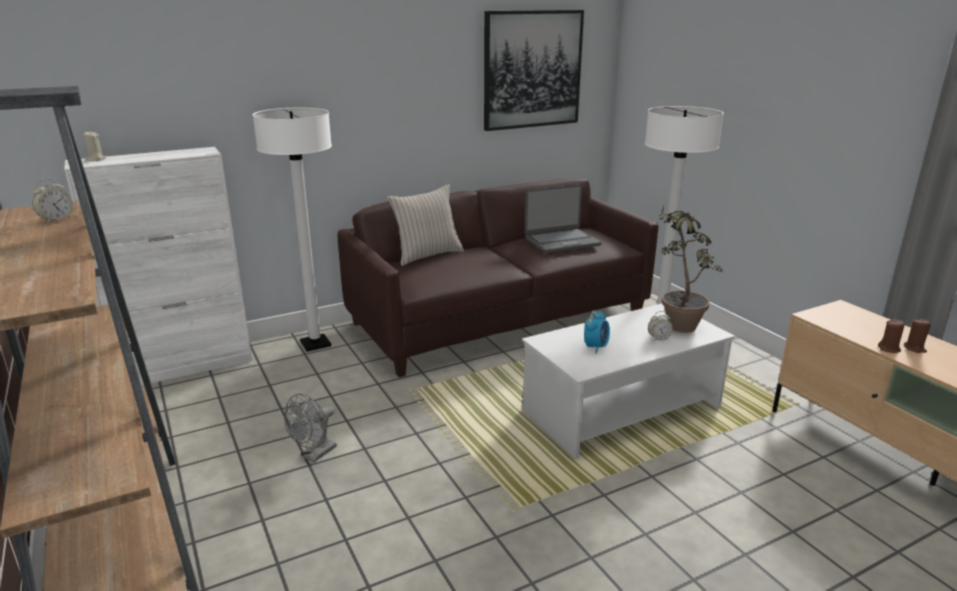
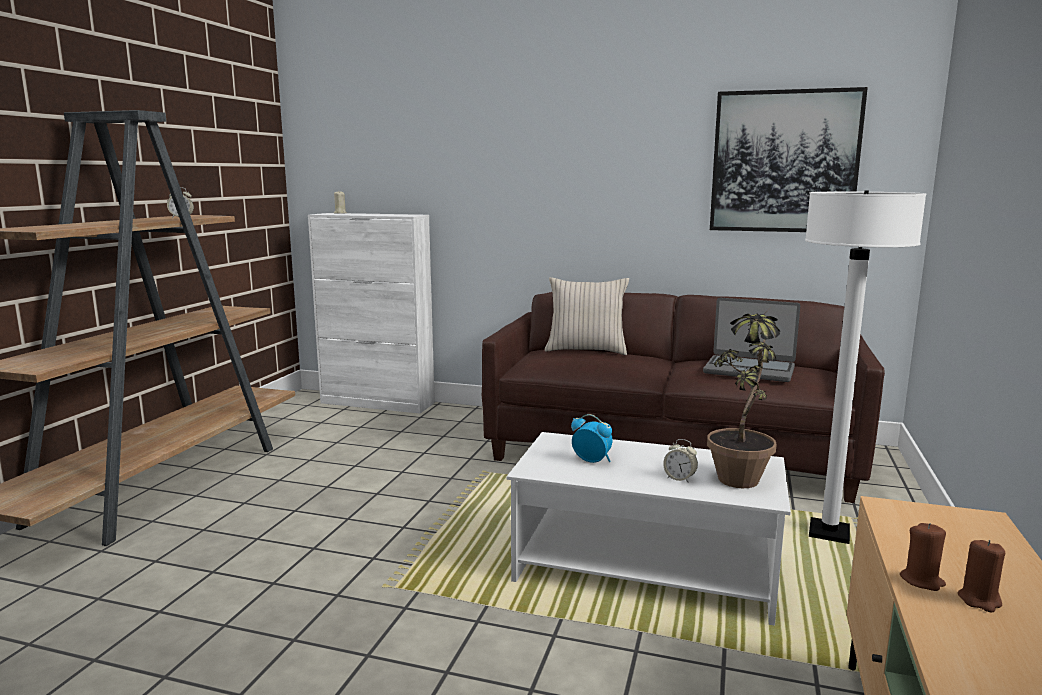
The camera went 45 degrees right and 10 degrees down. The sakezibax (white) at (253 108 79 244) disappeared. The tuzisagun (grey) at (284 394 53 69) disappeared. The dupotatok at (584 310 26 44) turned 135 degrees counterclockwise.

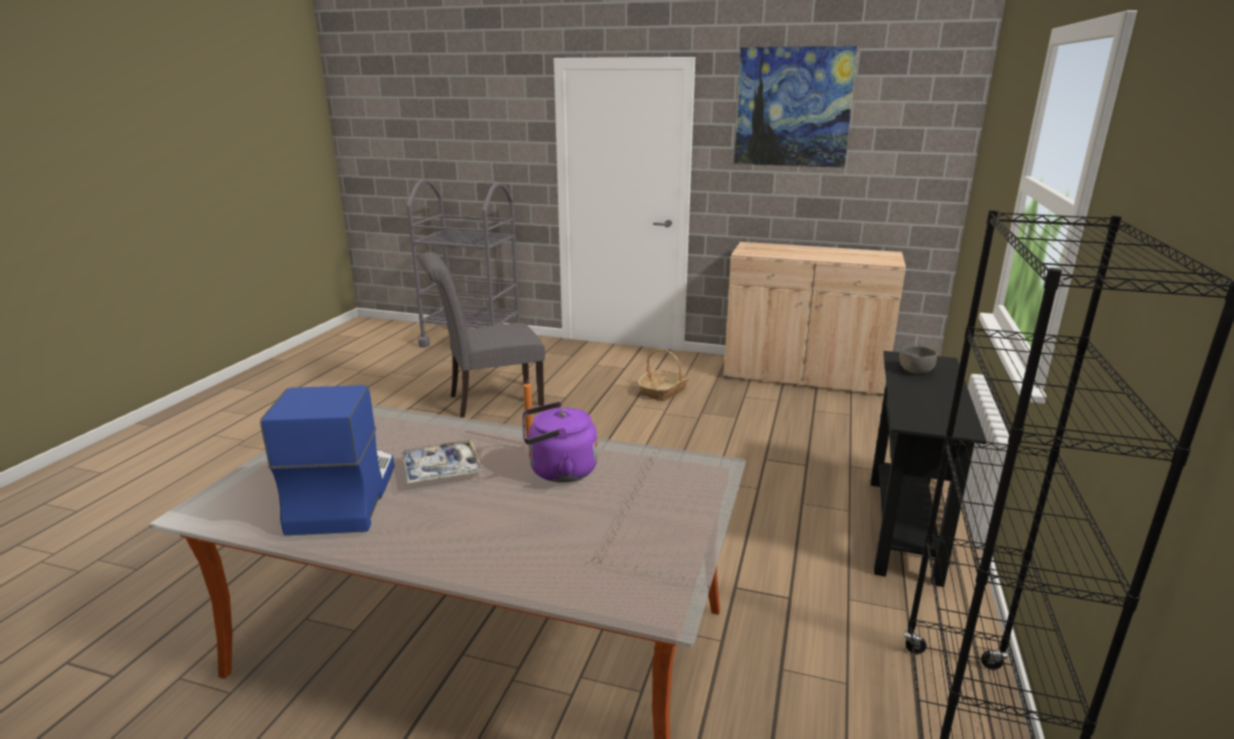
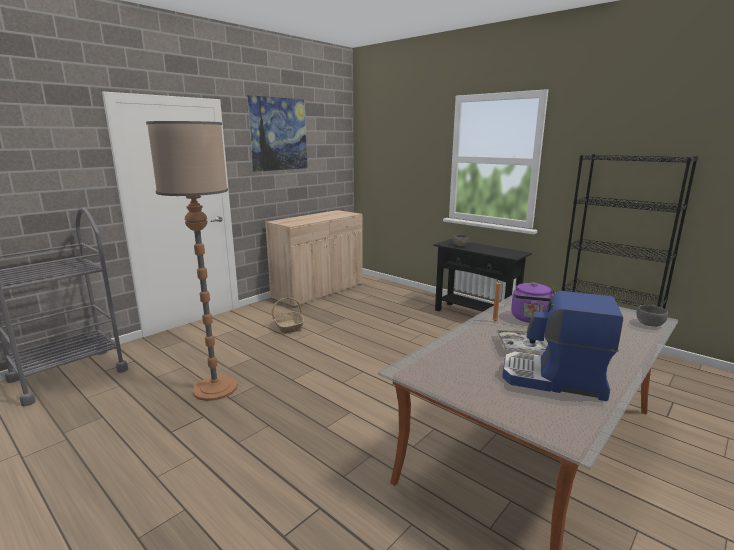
The camera went 65 degrees left and 5 degrees down. The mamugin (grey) at (636 305 32 22) appeared. The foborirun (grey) at (419 252 126 166) was replaced by the sakezibax at (146 121 92 280).

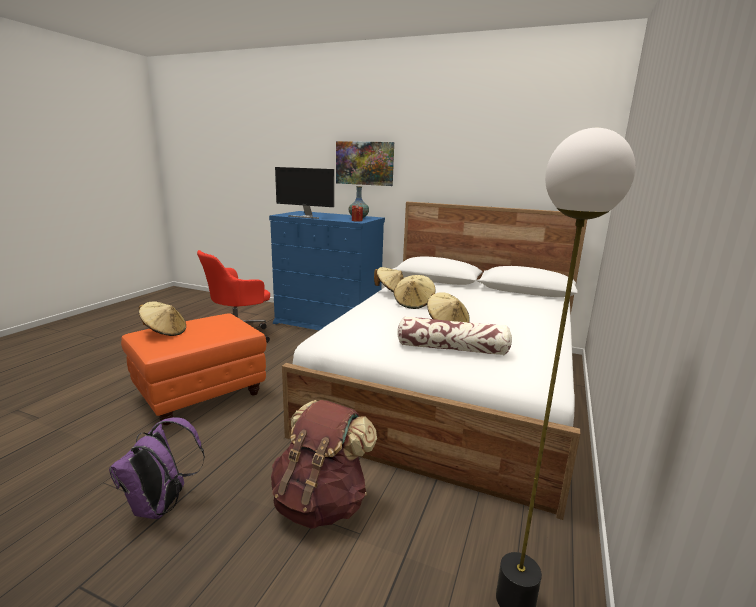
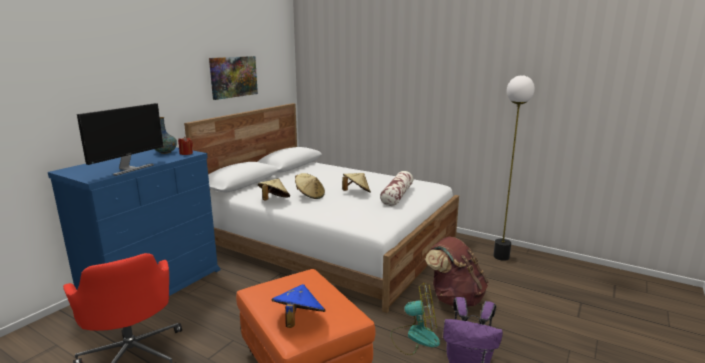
The camera went 80 degrees left and 0 degrees up. The tuzisagun at (391 282 49 73) appeared. The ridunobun moved from (336 141 58 45) to (209 56 49 44). The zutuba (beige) at (139 301 47 35) became the zutuba (blue) at (271 284 55 44).

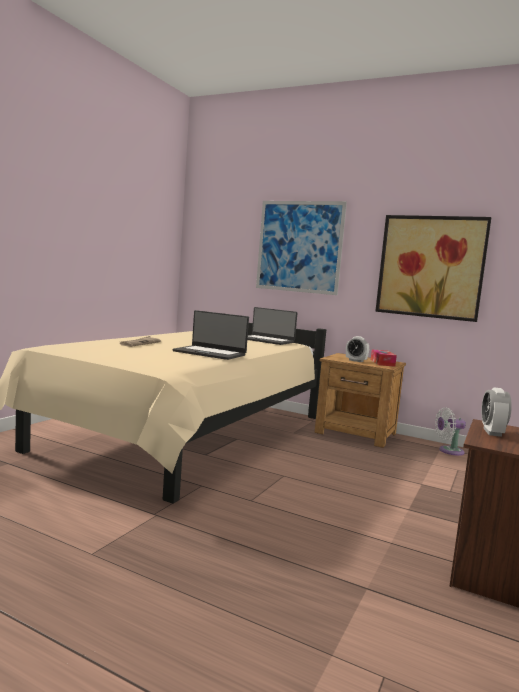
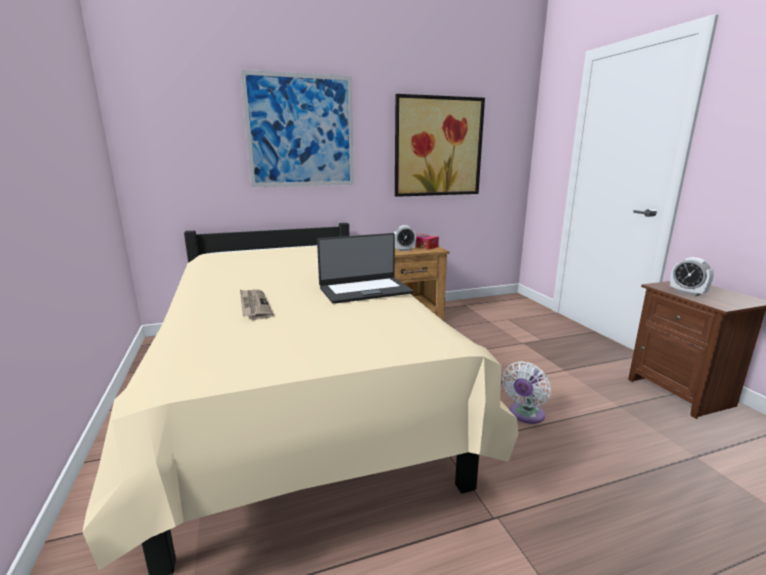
The camera went 45 degrees left and 10 degrees up. The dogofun at (247 307 50 38) disappeared. The tuzisagun (white) moved from (435 408 31 48) to (502 361 49 63).

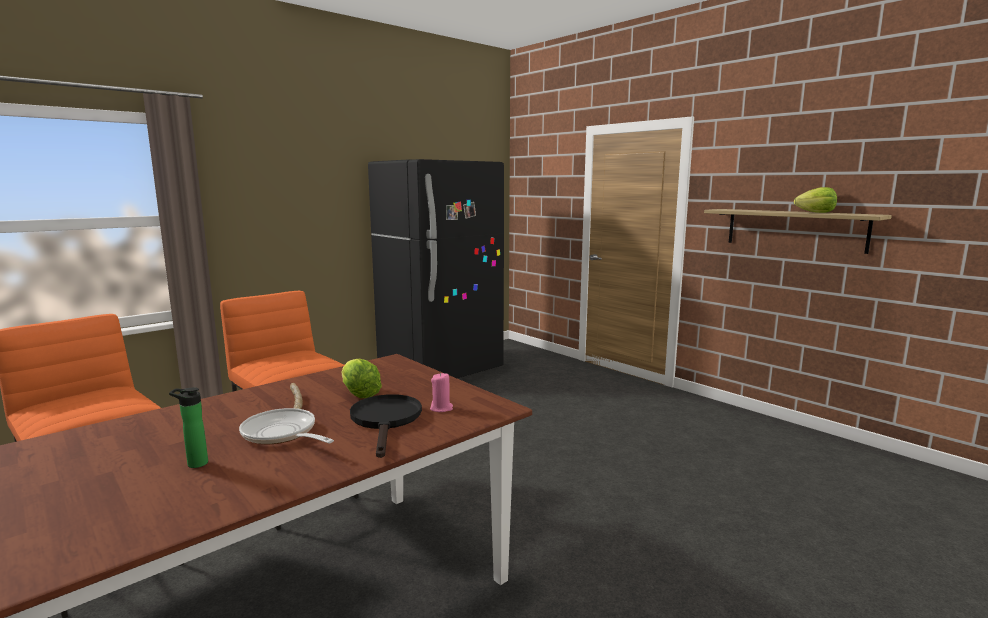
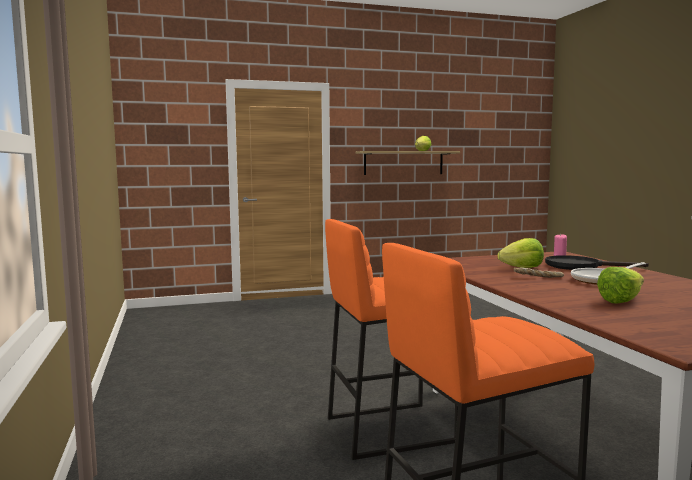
The camera went 65 degrees left and 5 degrees down. The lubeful at (169 387 39 81) disappeared. The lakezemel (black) at (368 159 136 219) disappeared. The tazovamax at (597 267 47 36) appeared.

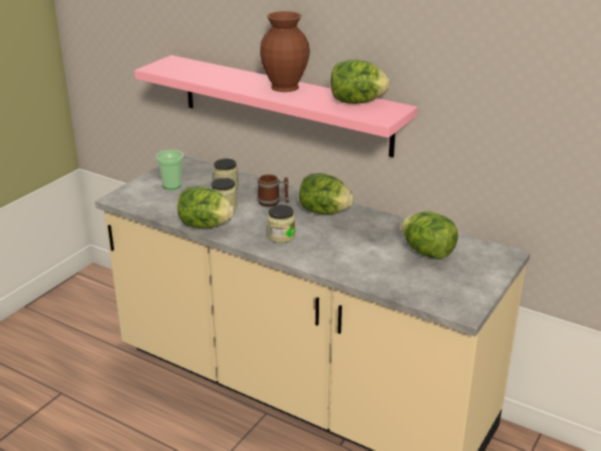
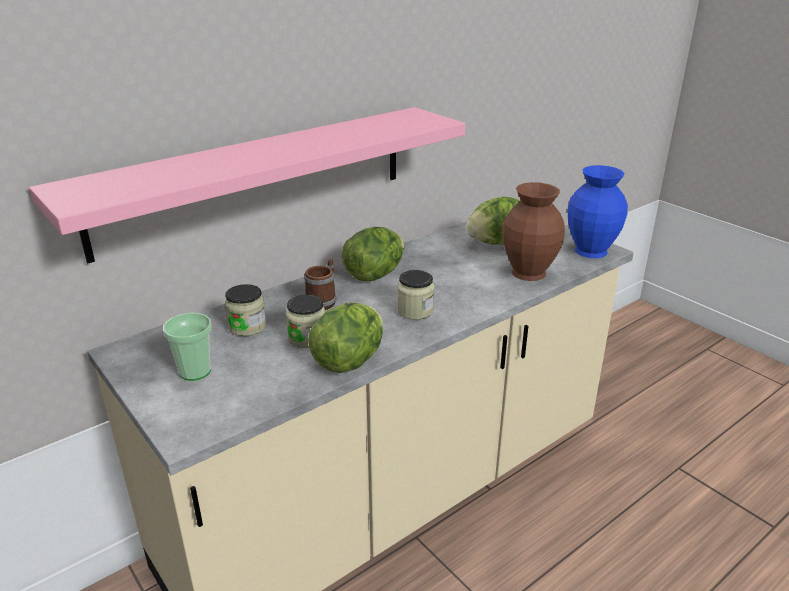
The camera went 70 degrees left and 0 degrees up. The tazovamax at (331 59 59 45) disappeared. The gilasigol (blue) at (568 165 60 93) appeared. The gilasigol (brown) moved from (260 11 50 81) to (502 182 62 99).

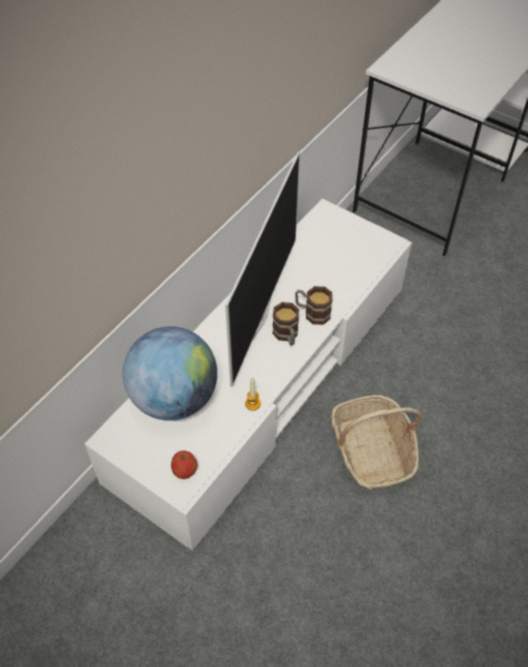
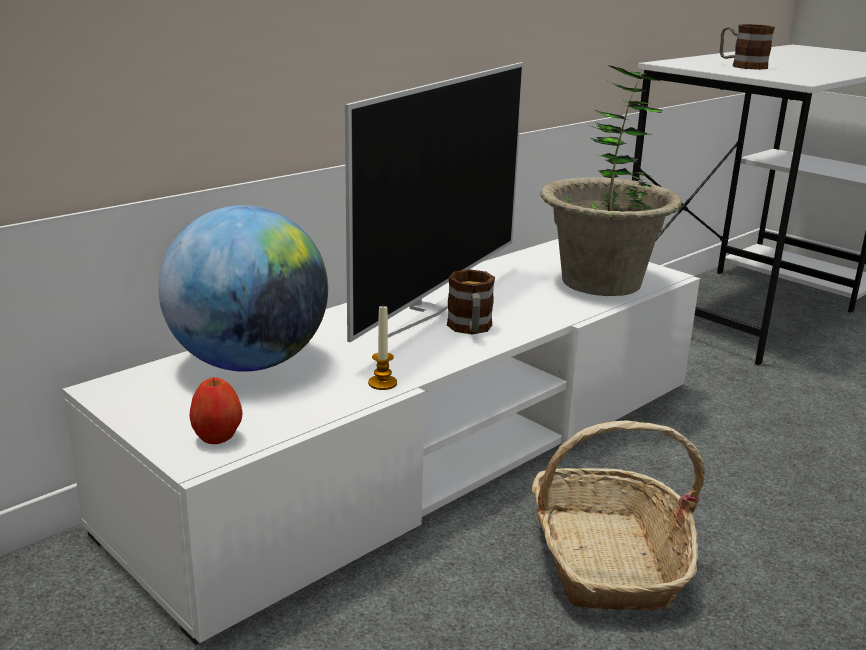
The camera went 10 degrees right and 30 degrees down. The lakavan at (540 66 142 230) appeared. The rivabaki moved from (295 286 38 39) to (720 24 55 46).

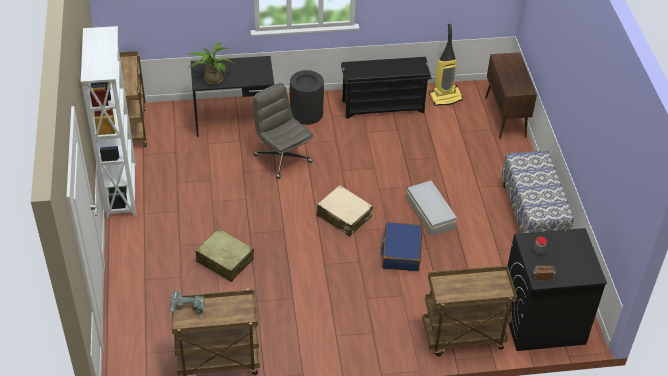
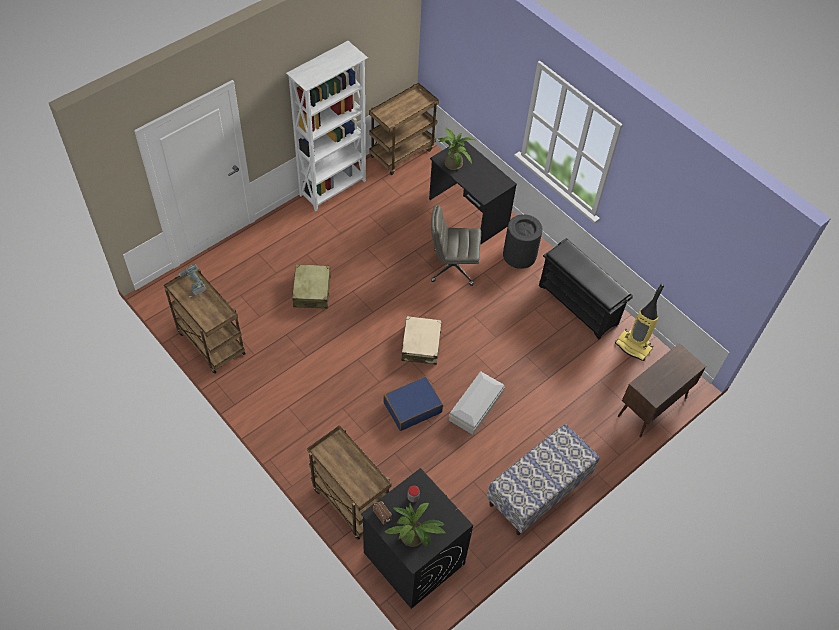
The camera went 55 degrees right and 10 degrees up. The lakavan at (384 503 62 44) appeared. The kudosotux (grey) at (253 83 60 96) turned 105 degrees counterclockwise.

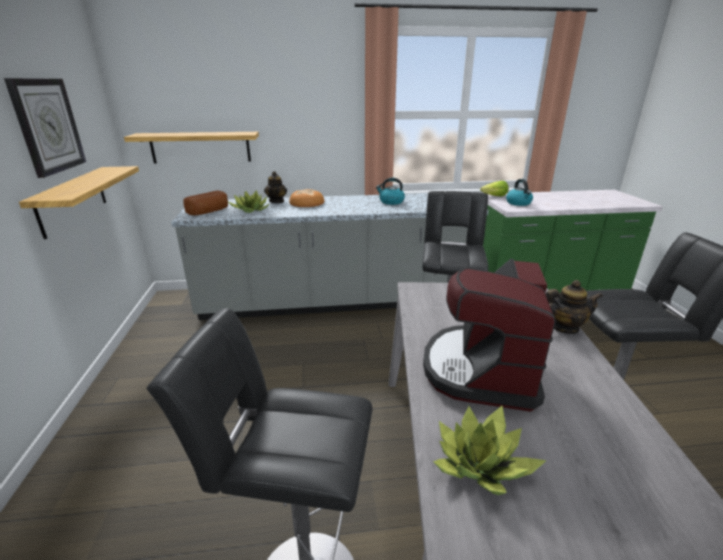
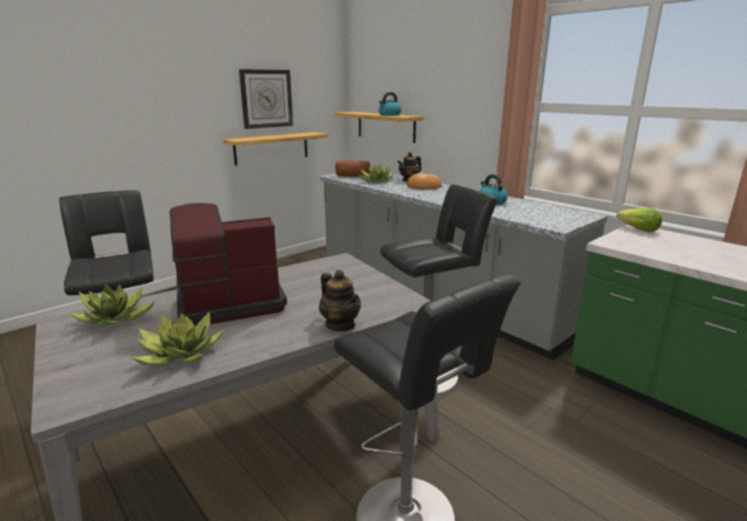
The camera went 55 degrees right and 5 degrees down. The lakavan at (130 311 94 55) appeared. The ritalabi moved from (506 179 27 27) to (378 92 23 24).

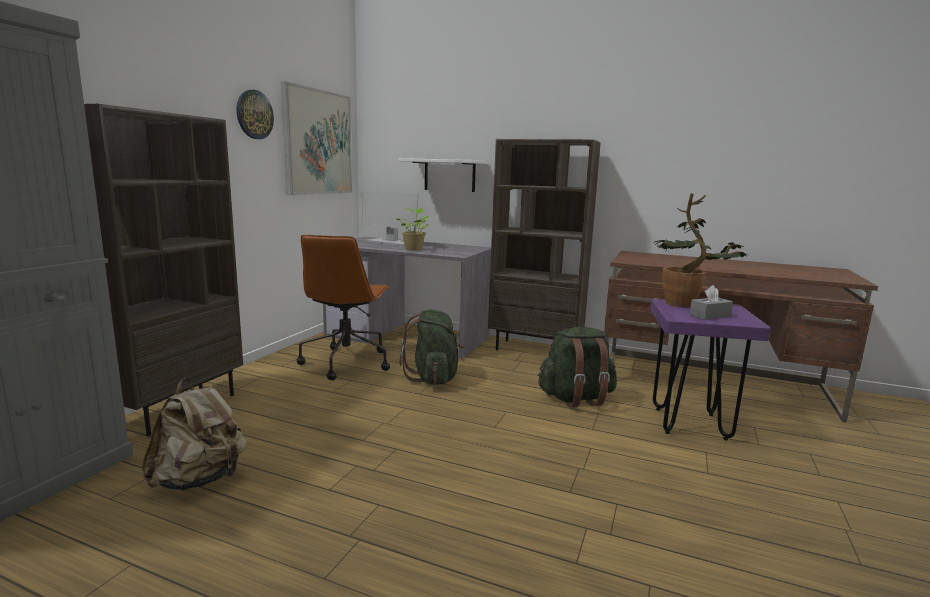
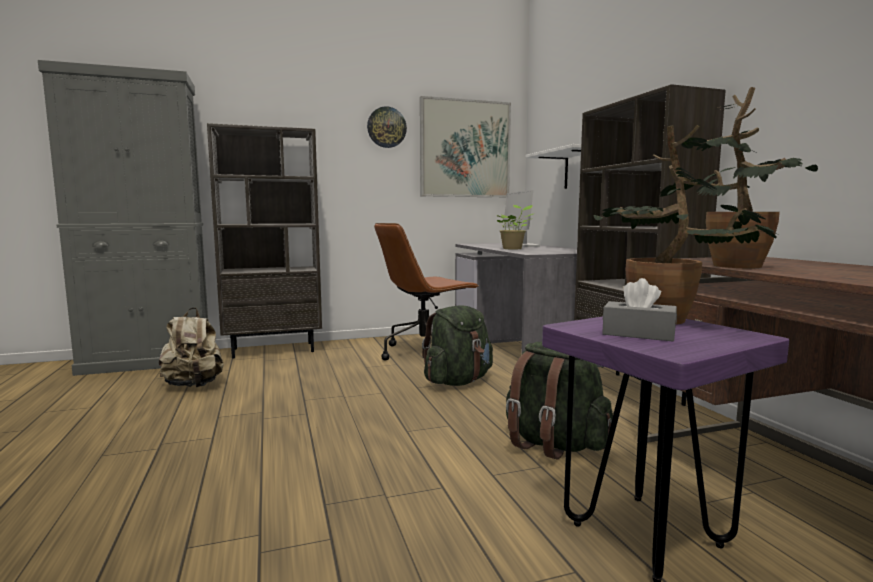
The camera went 50 degrees right and 5 degrees down. The lakavan at (696 87 122 181) appeared.

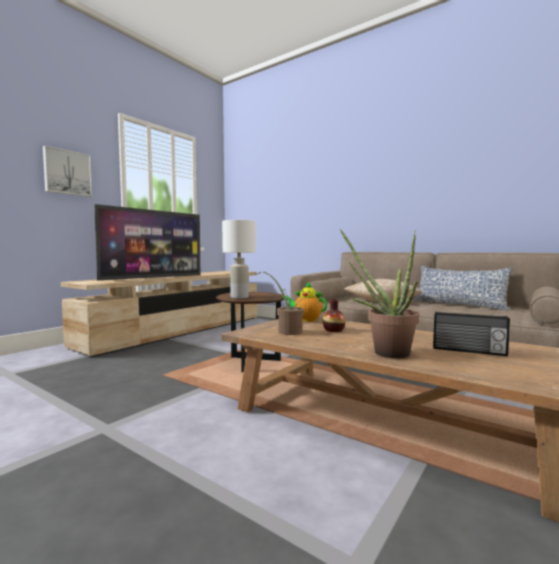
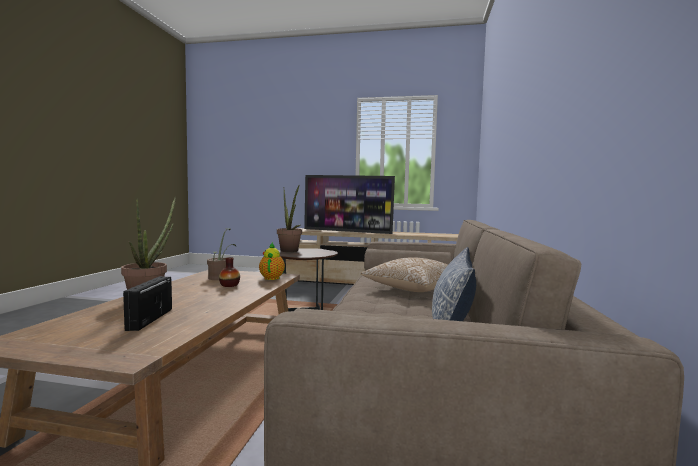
The camera went 65 degrees right and 0 degrees up. The ridunobun at (43 146 49 51) disappeared. The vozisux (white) at (222 220 34 79) was replaced by the lakavan at (277 186 25 66).

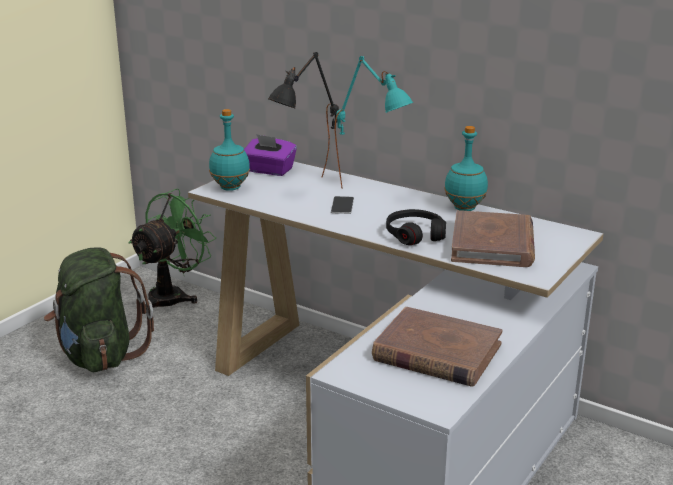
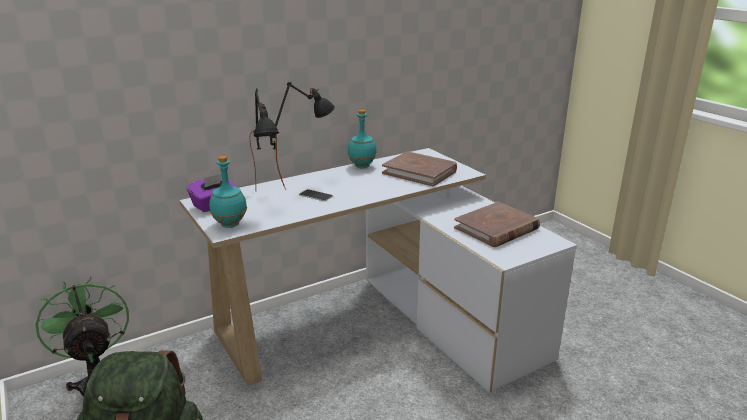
The camera went 65 degrees left and 0 degrees up. The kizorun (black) at (386 209 60 36) disappeared. The vozisux (turquoise) at (335 56 79 133) became the vozisux (black) at (269 82 66 107).

